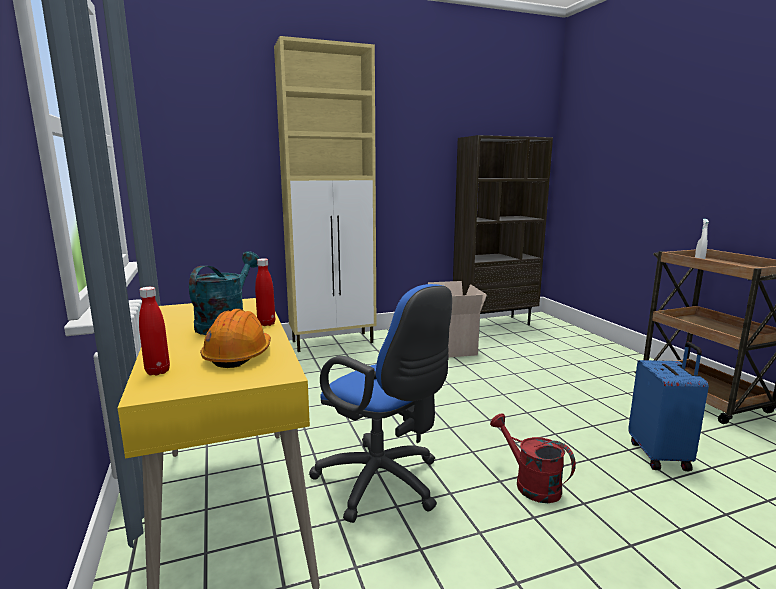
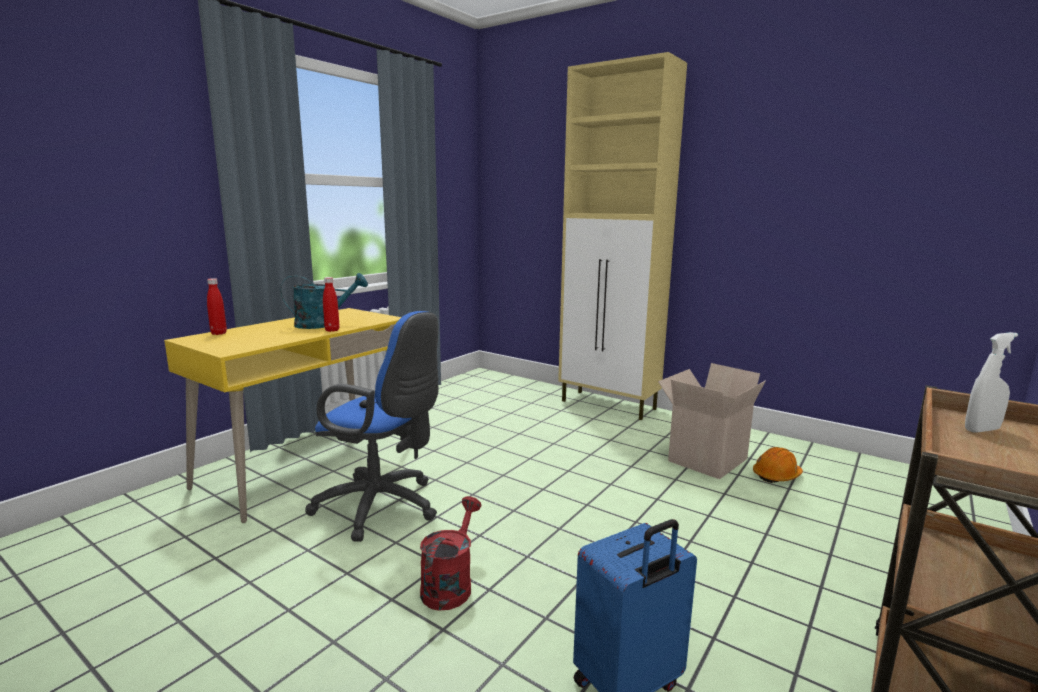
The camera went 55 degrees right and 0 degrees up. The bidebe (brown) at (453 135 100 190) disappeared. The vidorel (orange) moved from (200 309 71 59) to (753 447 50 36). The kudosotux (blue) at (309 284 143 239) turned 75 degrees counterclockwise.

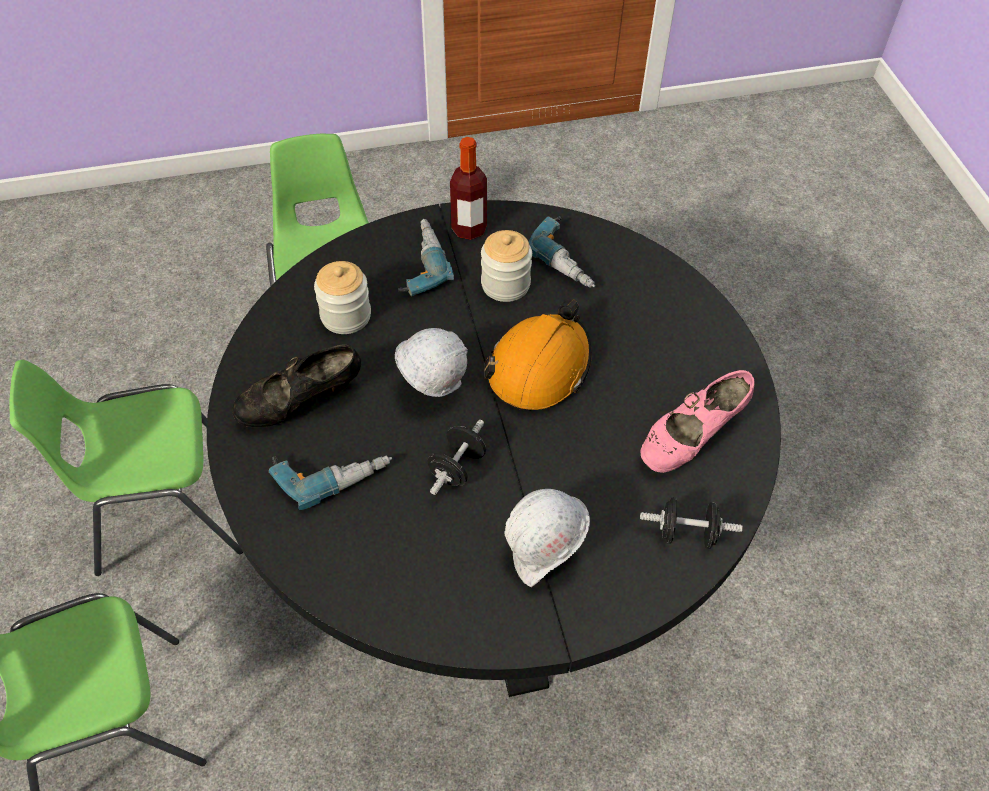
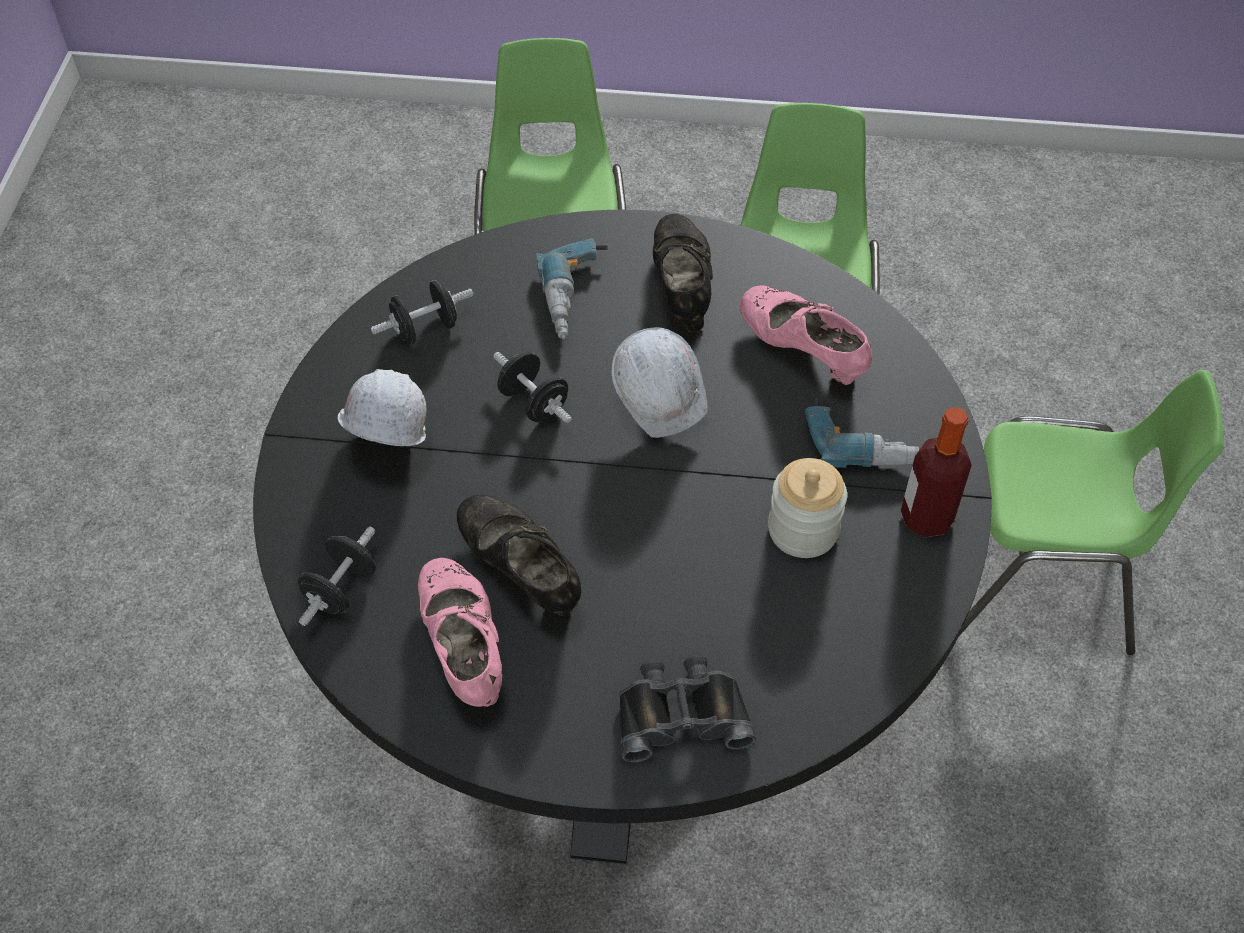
The camera went 110 degrees right and 0 degrees up. The vidorel (orange) at (485 299 107 112) disappeared. The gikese at (528 216 67 72) disappeared. The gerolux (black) at (370 280 104 64) appeared. The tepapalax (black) at (457 495 124 121) appeared. The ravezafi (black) at (619 655 137 107) appeared. The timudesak at (314 261 57 73) was replaced by the tepapalax (pink) at (740 285 132 100).

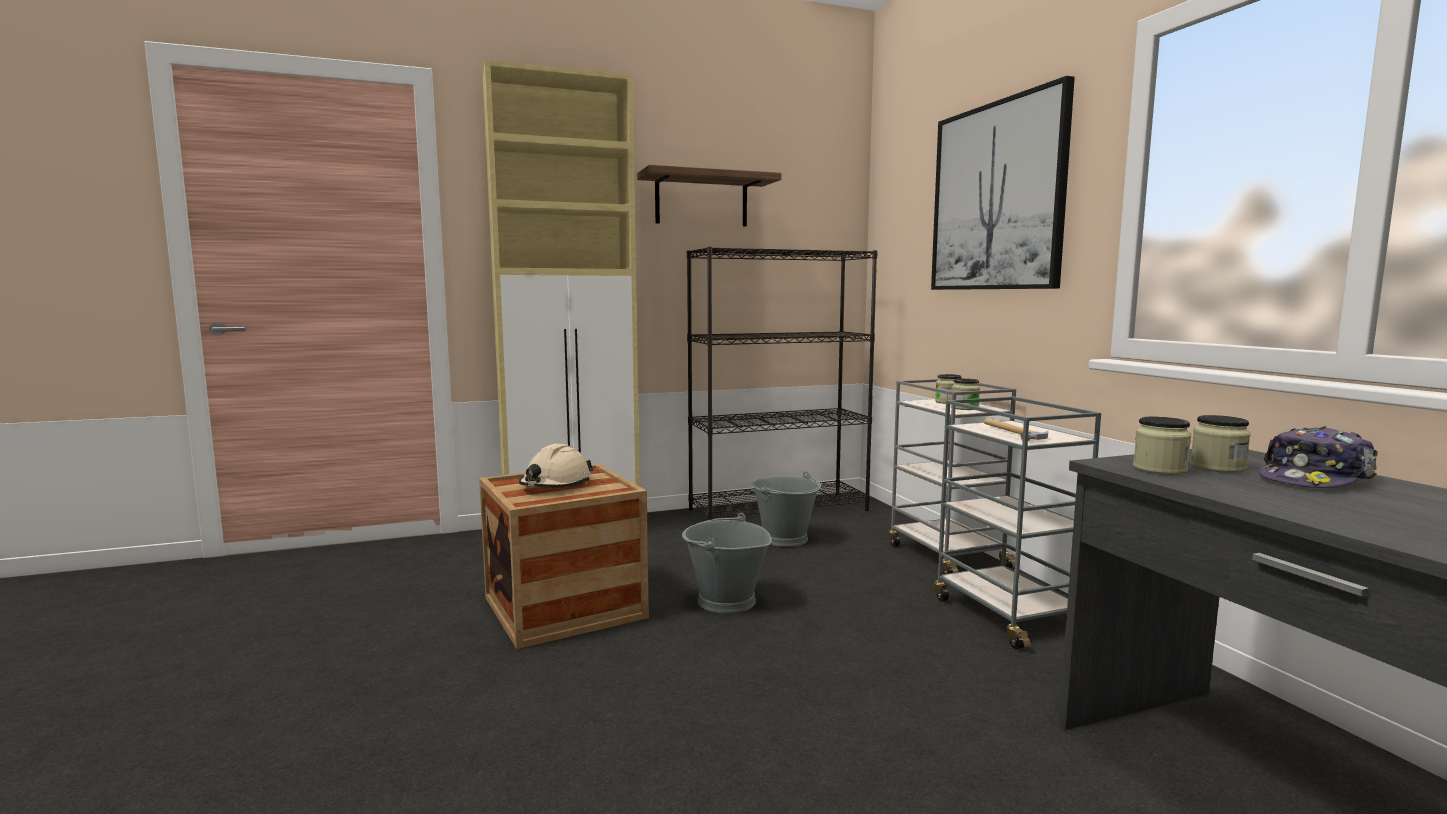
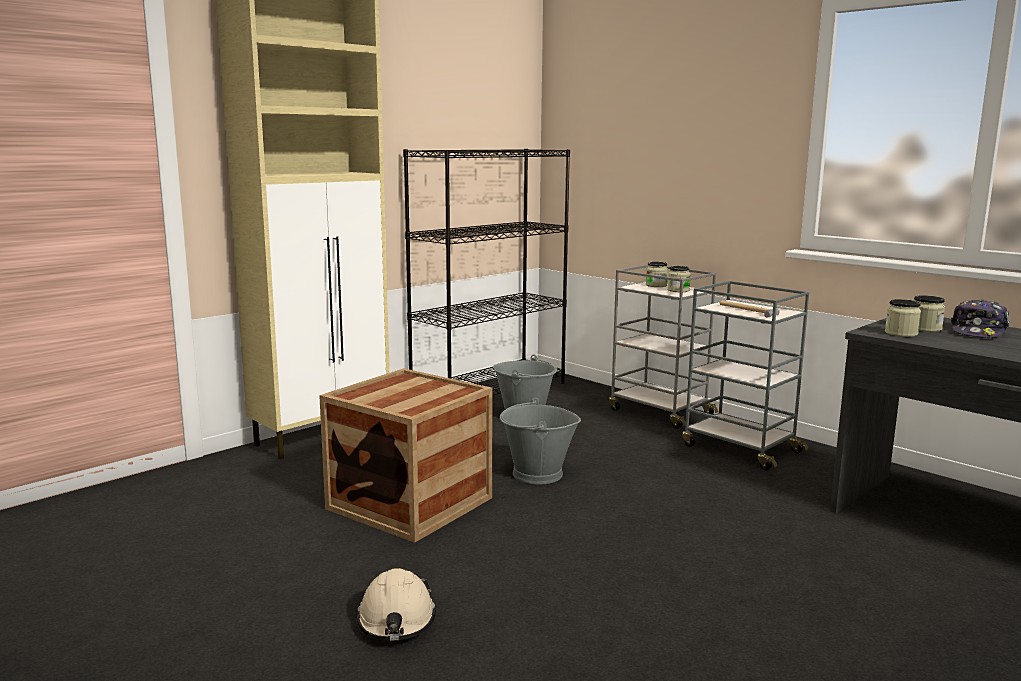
The camera went 25 degrees left and 5 degrees up. The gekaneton at (637 165 145 61) disappeared. The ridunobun at (931 76 144 214) disappeared. The vidorel (beige) moved from (519 444 74 43) to (356 568 80 73).

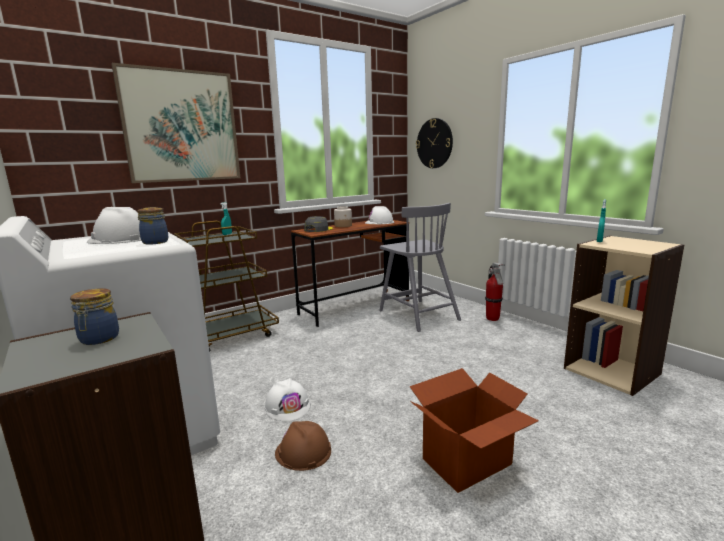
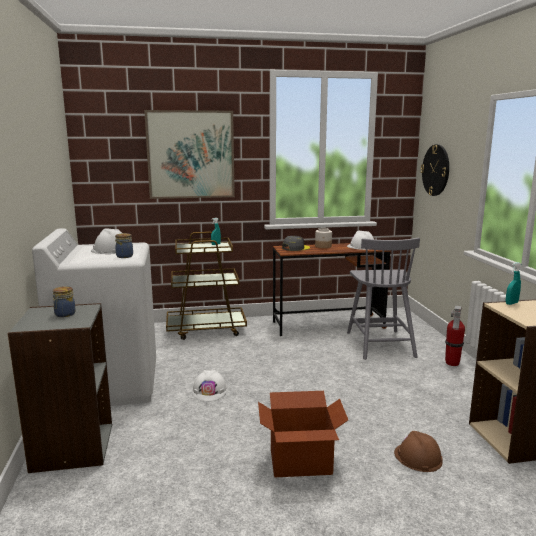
The camera went 25 degrees right and 0 degrees up. The vidorel (brown) moved from (275 421 56 50) to (394 431 49 41).

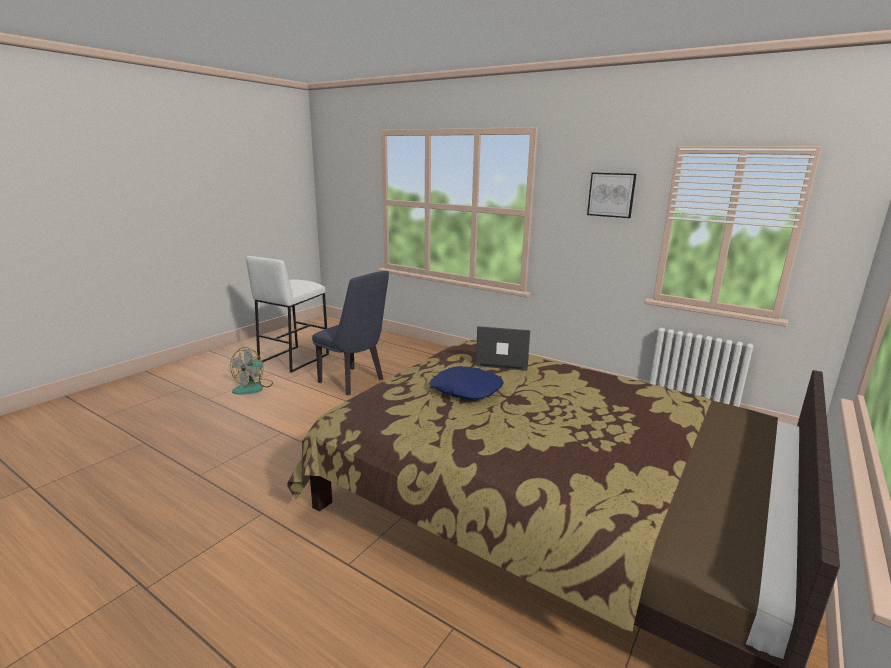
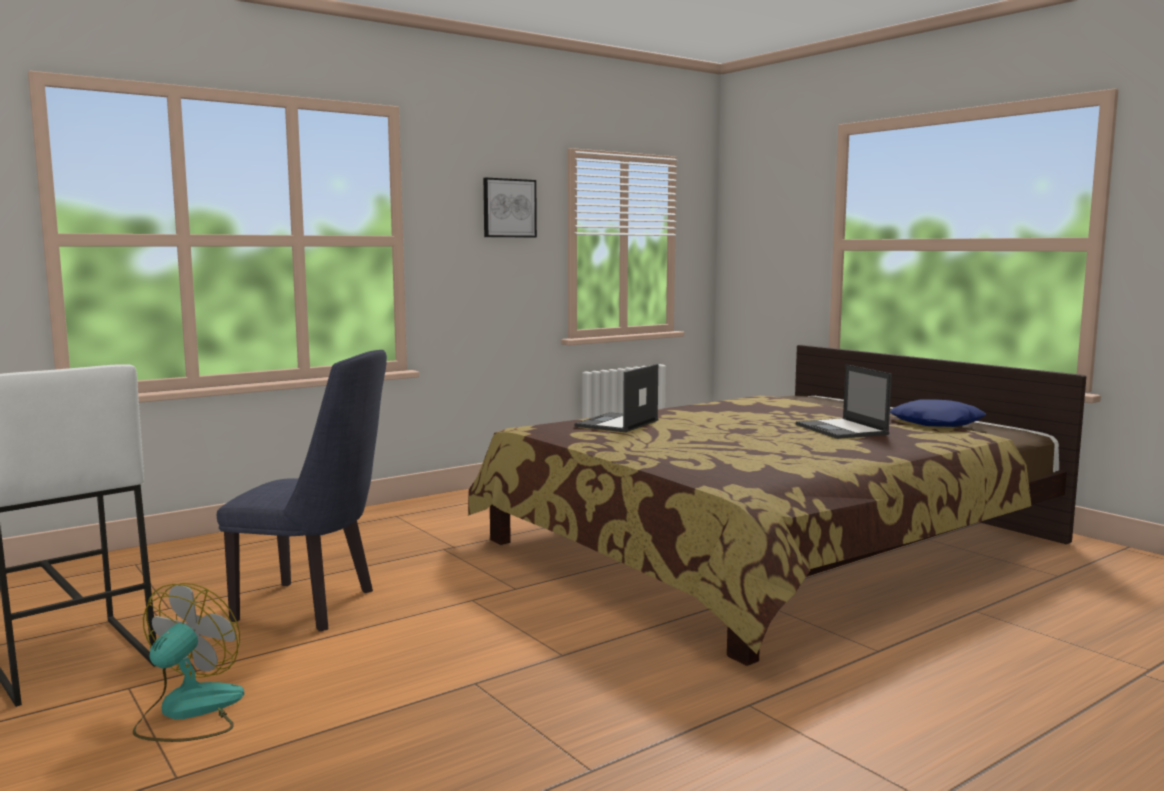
The camera went 70 degrees left and 10 degrees down. The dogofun at (796 364 96 75) appeared. The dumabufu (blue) moved from (429 366 75 34) to (890 399 96 28). The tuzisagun at (230 347 43 47) turned 120 degrees counterclockwise. The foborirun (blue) at (312 271 77 124) turned 45 degrees clockwise.

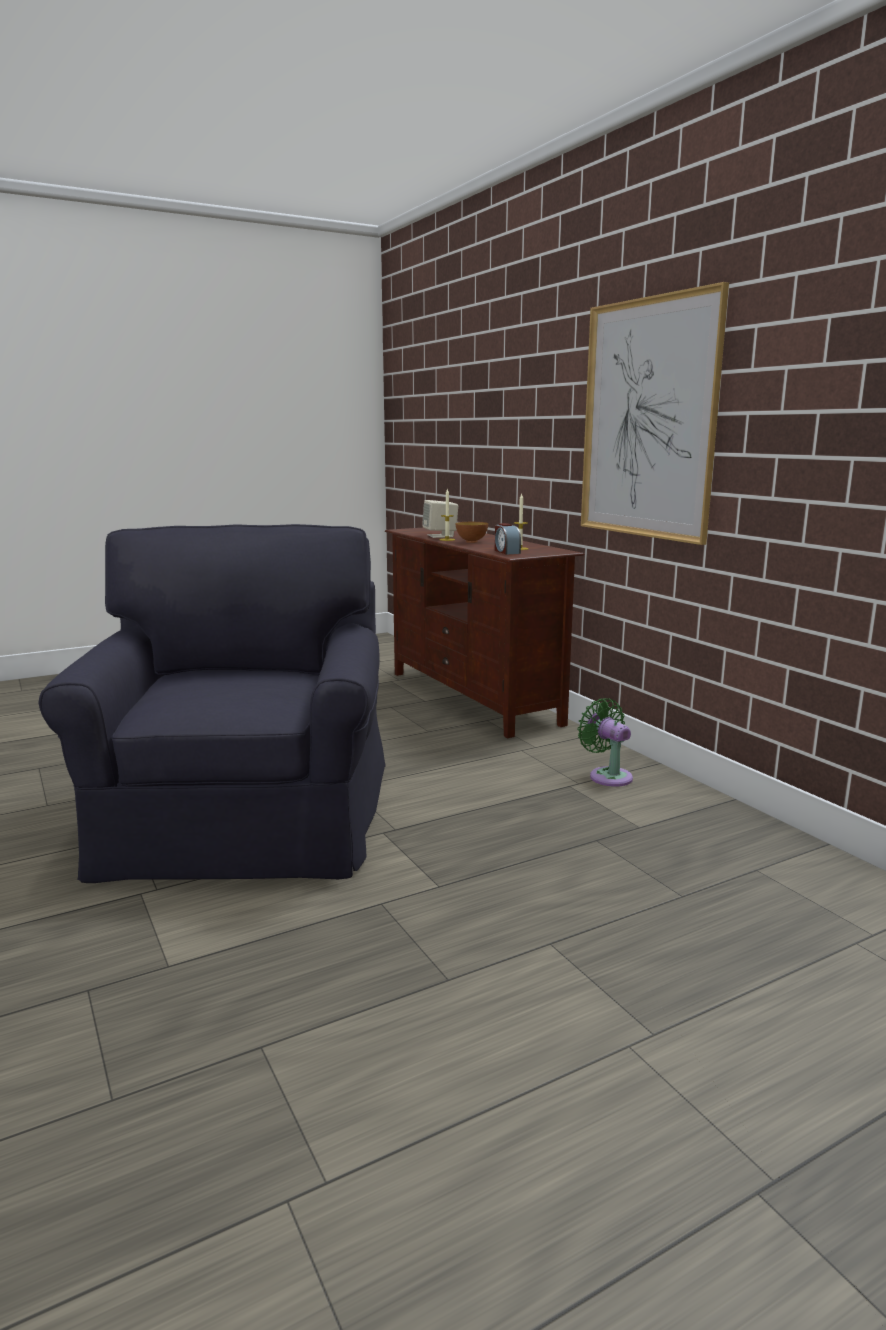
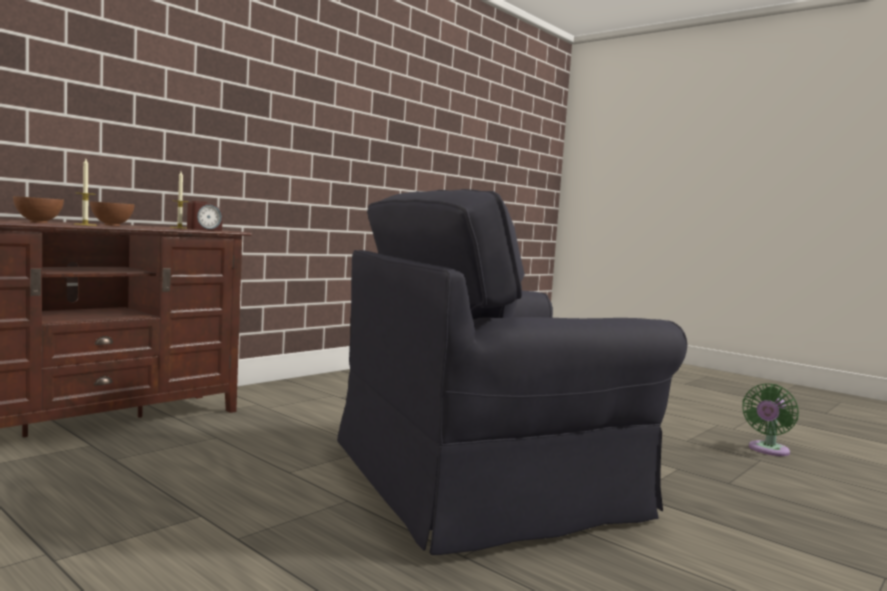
The camera went 110 degrees left and 10 degrees down. The ridunobun at (581 282 148 263) disappeared. The tuzisagun (green) moved from (577 698 56 89) to (742 383 57 73). The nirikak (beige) at (422 500 36 38) was replaced by the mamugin at (13 196 51 27).

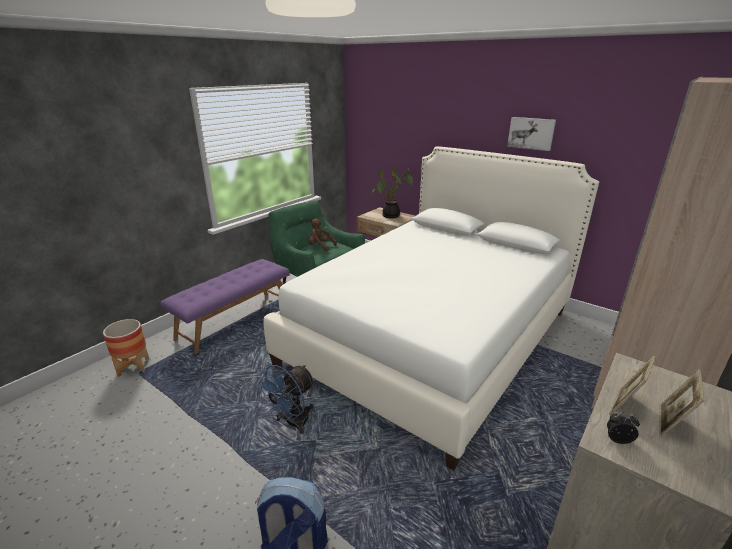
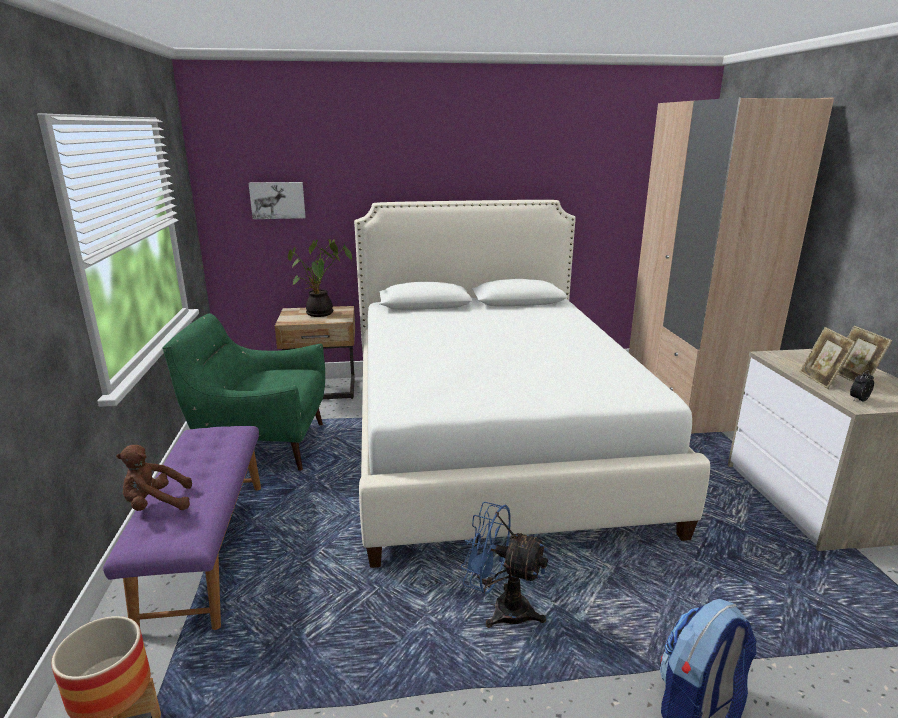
The camera went 45 degrees left and 5 degrees down. The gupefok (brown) moved from (309 219 28 32) to (116 445 76 66). The ridunobun moved from (507 117 49 34) to (248 182 58 37). The tuzisagun (blue) at (256 365 59 69) turned 120 degrees clockwise.

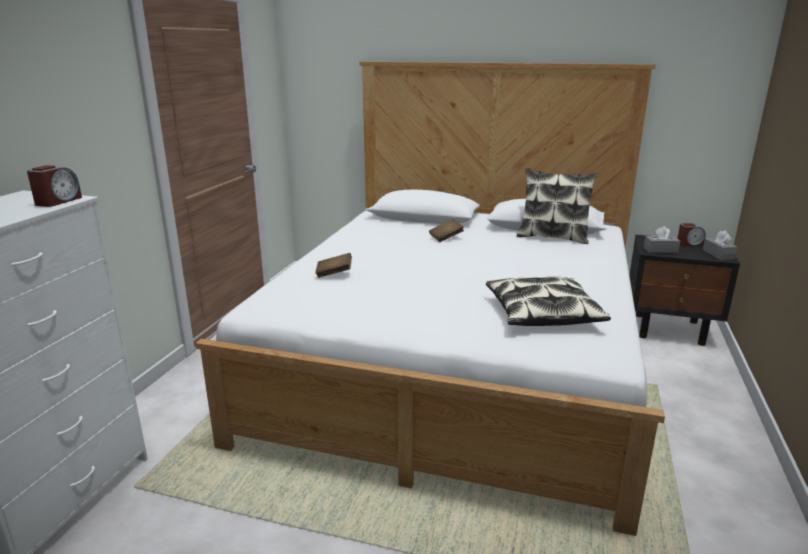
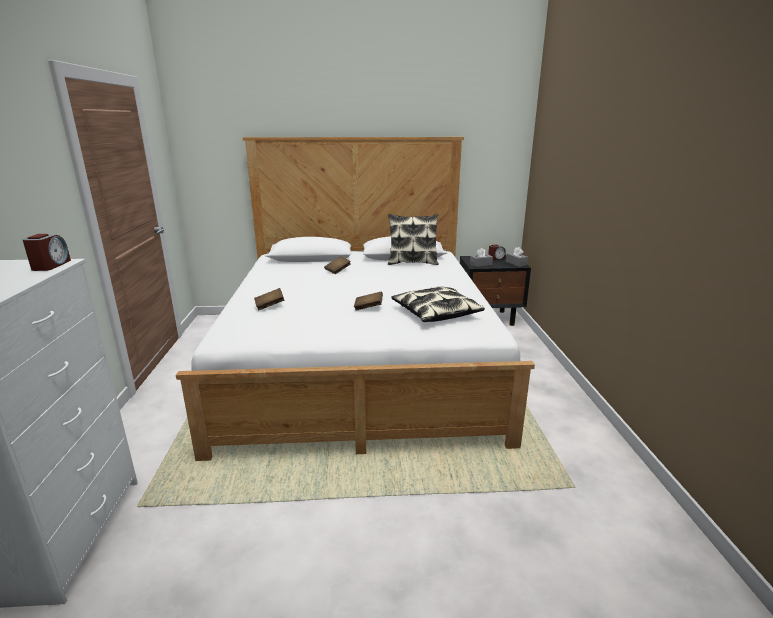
The camera went 20 degrees left and 0 degrees up. The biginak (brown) at (354 291 29 20) appeared.

